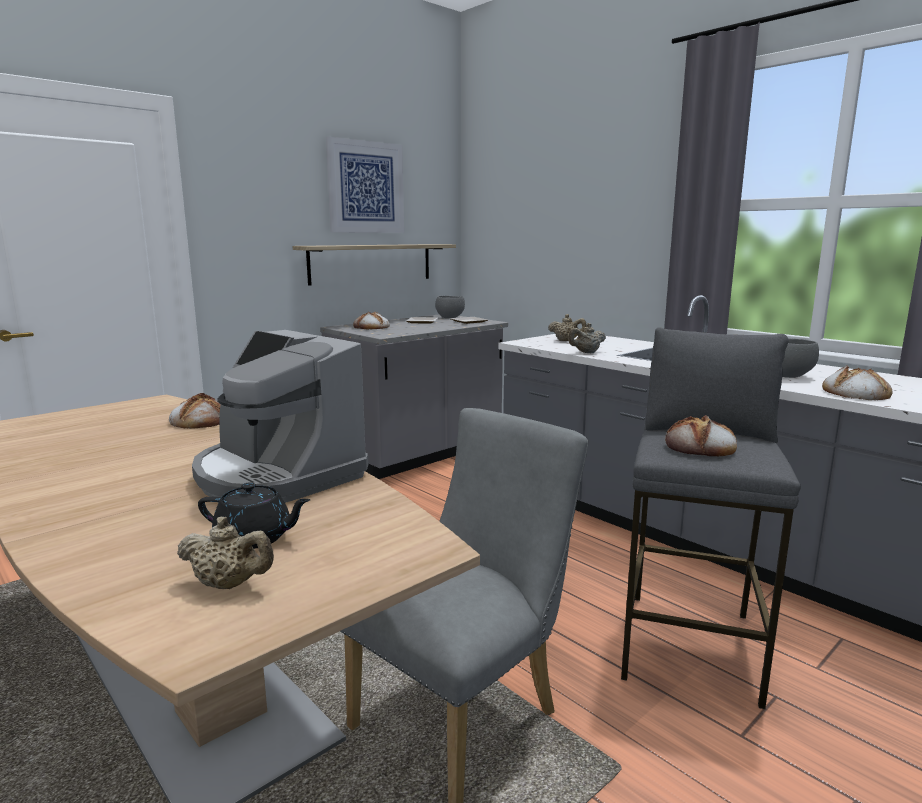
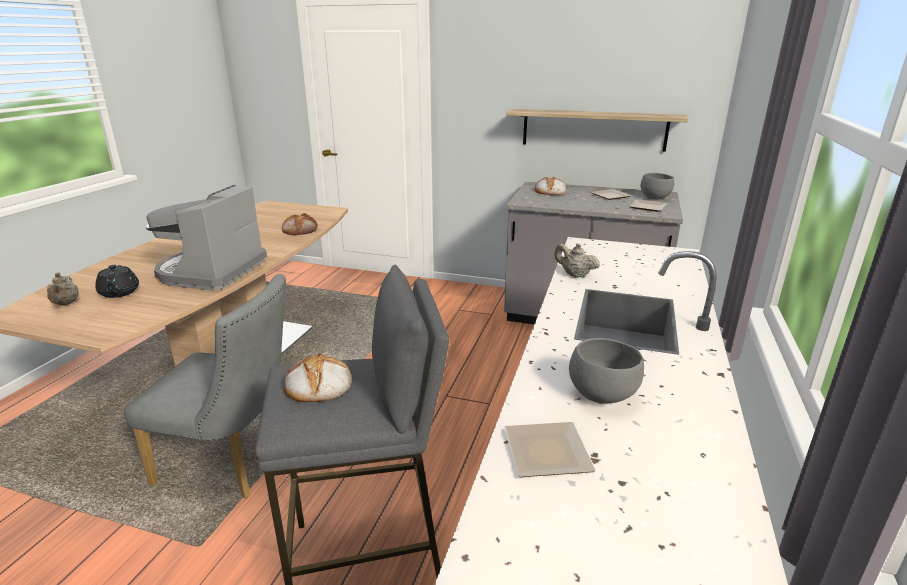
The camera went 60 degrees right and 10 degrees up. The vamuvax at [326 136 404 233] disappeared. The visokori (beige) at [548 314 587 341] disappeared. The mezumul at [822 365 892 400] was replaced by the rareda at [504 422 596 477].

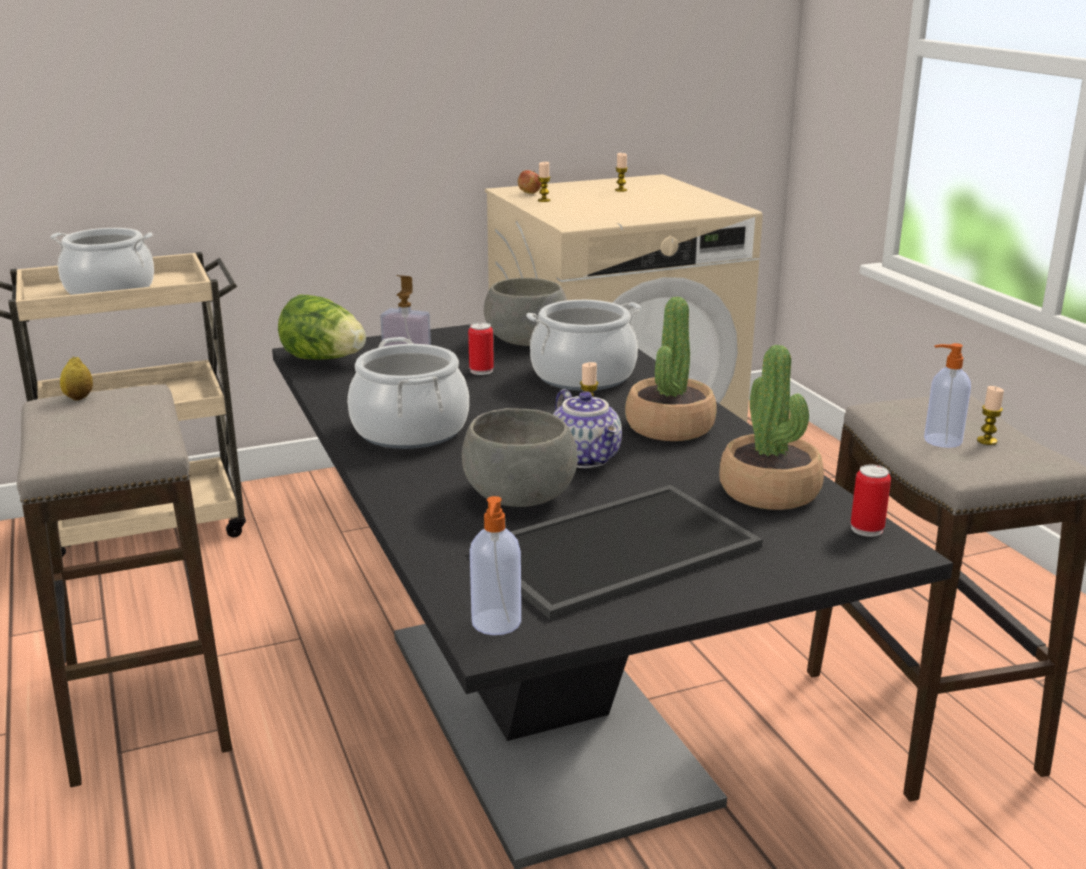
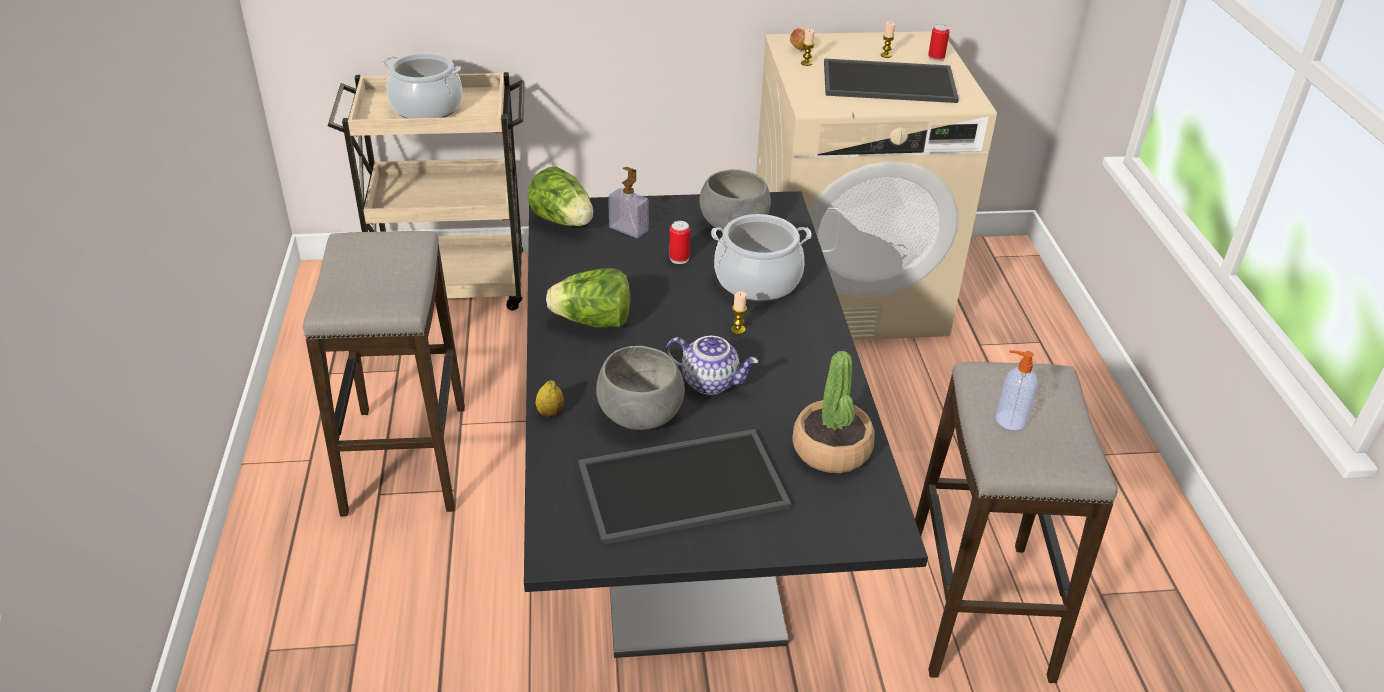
The camera went 15 degrees right and 15 degrees up. The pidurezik at [625 297 717 441] disappeared. The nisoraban at [348 337 469 449] was replaced by the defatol at [546 268 631 328]. The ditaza moved from [60 357 93 400] to [536 380 564 417]. The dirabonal at [977 386 1004 445] disappeared. The visokori at [553 389 622 468] turned 60 degrees counterclockwise. The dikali moved from [851 465 891 537] to [928 24 950 62]. The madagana at [470 496 521 635] disappeared. The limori at [824 58 959 103] appeared.

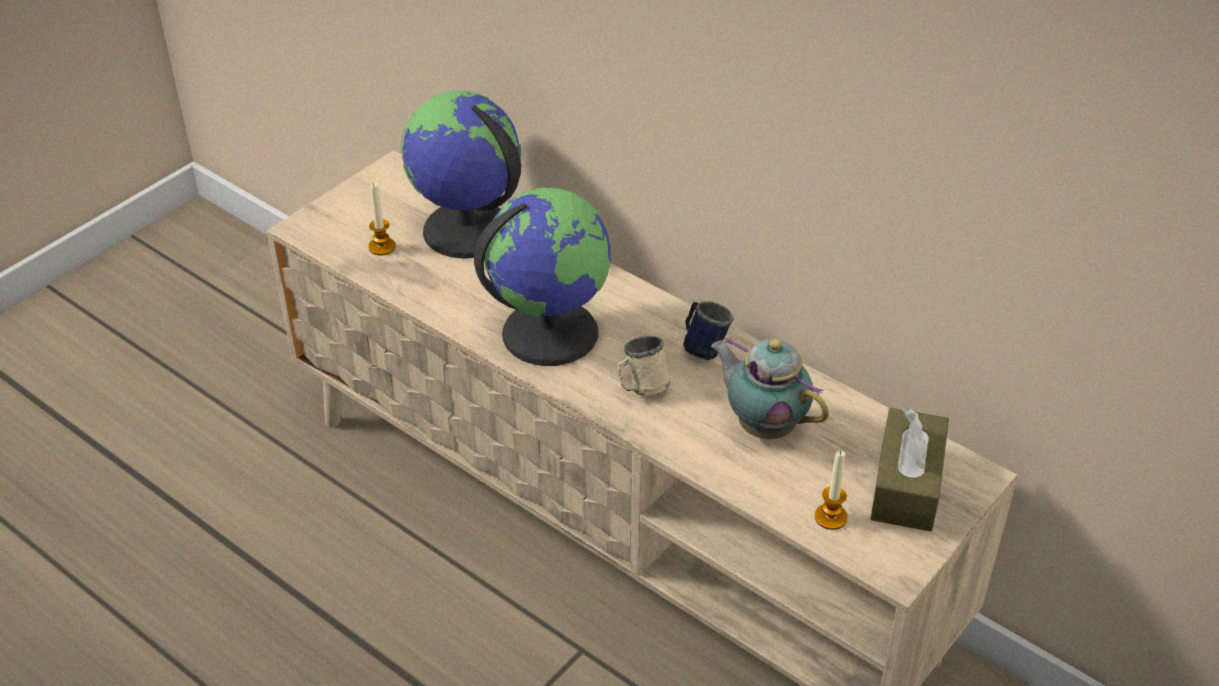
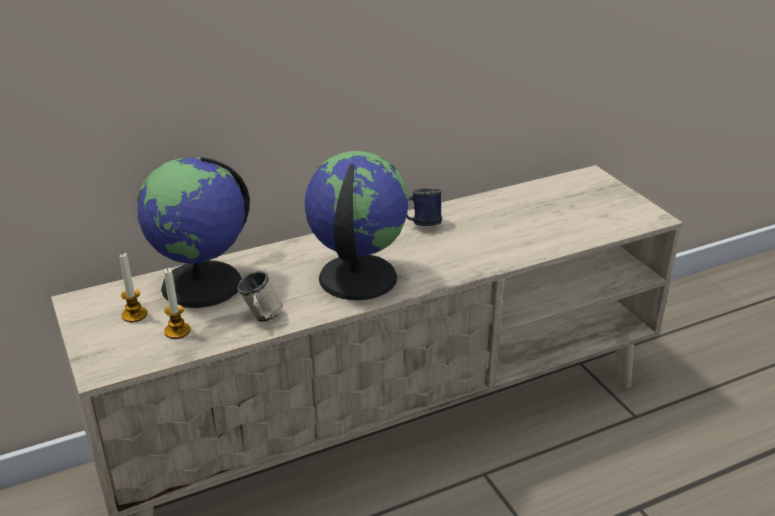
The camera went 65 degrees left and 10 degrees down. The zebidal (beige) moved from [617 336 670 396] to [237 271 283 322]. The visokori at [711 337 829 439] disappeared. The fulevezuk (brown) at [870 408 949 531] disappeared. The dirabonal moved from [815 451 848 530] to [120 253 147 322].

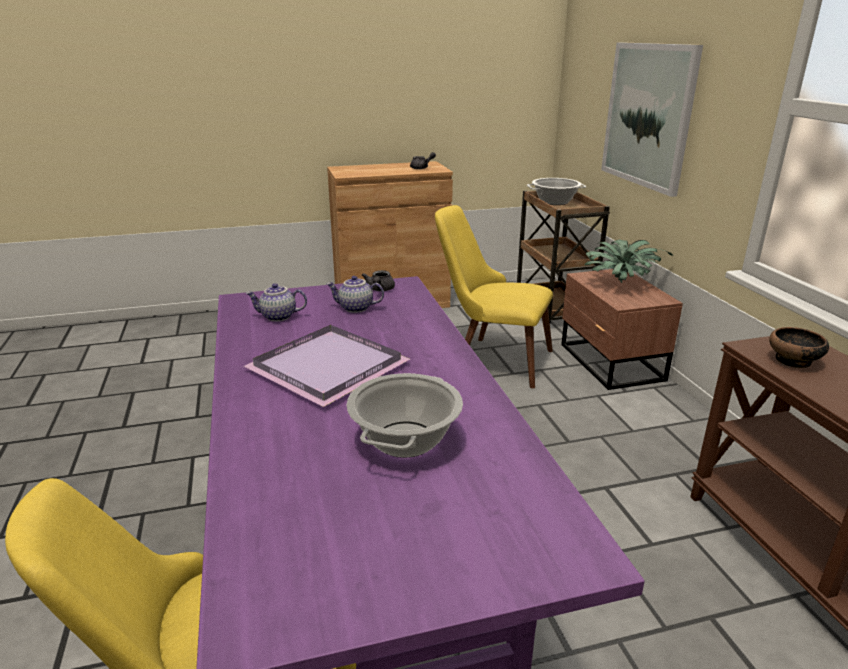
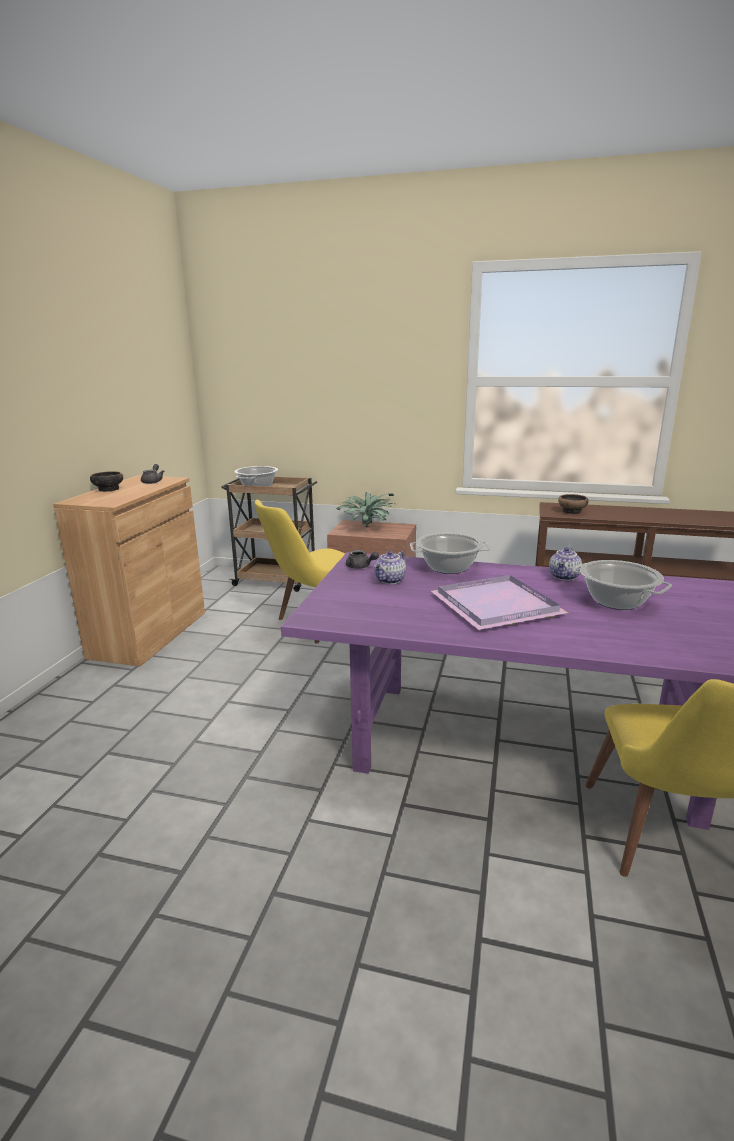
The camera went 60 degrees left and 5 degrees down. The vamuvax at [601 43 703 197] disappeared. The visokori moved from [246 283 307 322] to [549 547 582 581]. The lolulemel at [90 471 123 492] appeared. The nisoraban at [410 533 490 574] appeared.

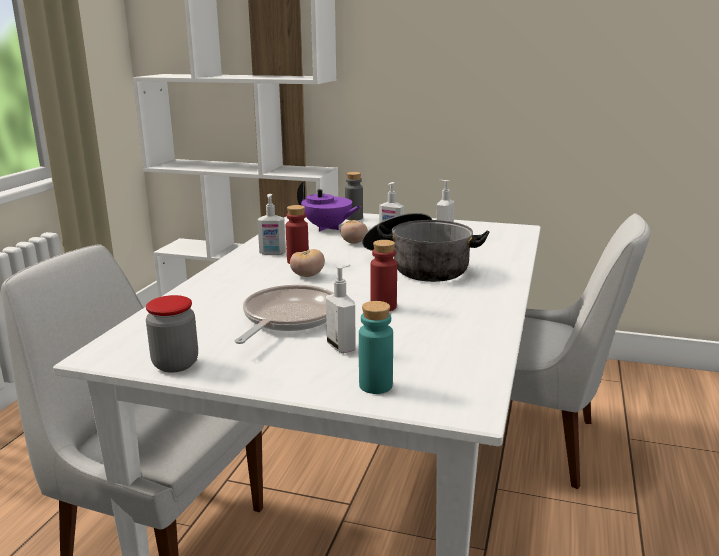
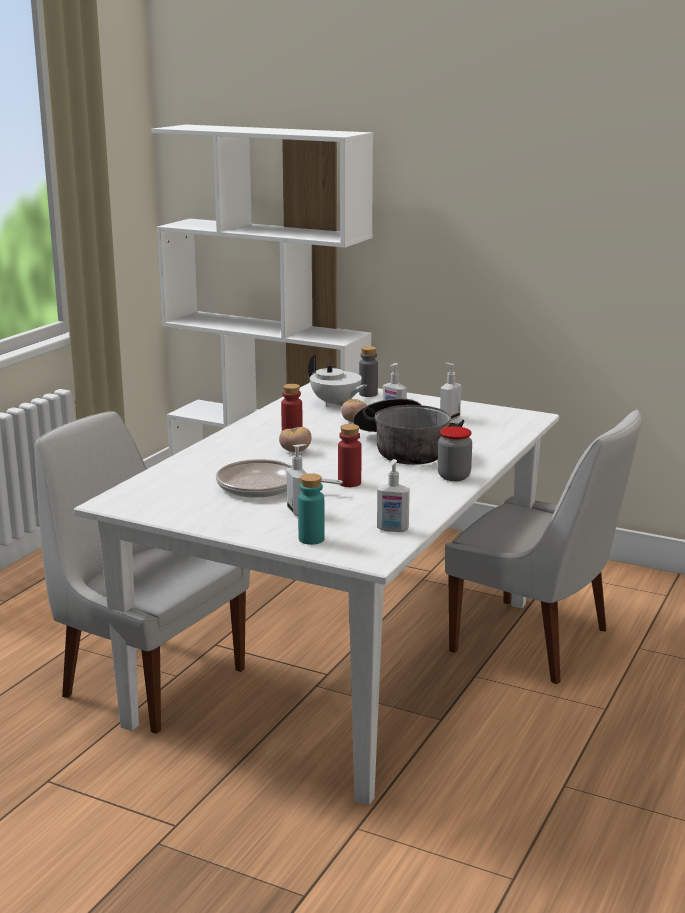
The camera went 10 degrees right and 0 degrees up. The visokori (purple) at [297 181 361 231] became the visokori (white) at [308 355 367 407]. The madagana moved from [257 194 286 255] to [377 459 410 532]. The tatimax at [234 285 334 344] turned 105 degrees counterclockwise. The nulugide moved from [146 295 198 373] to [437 426 472 481].

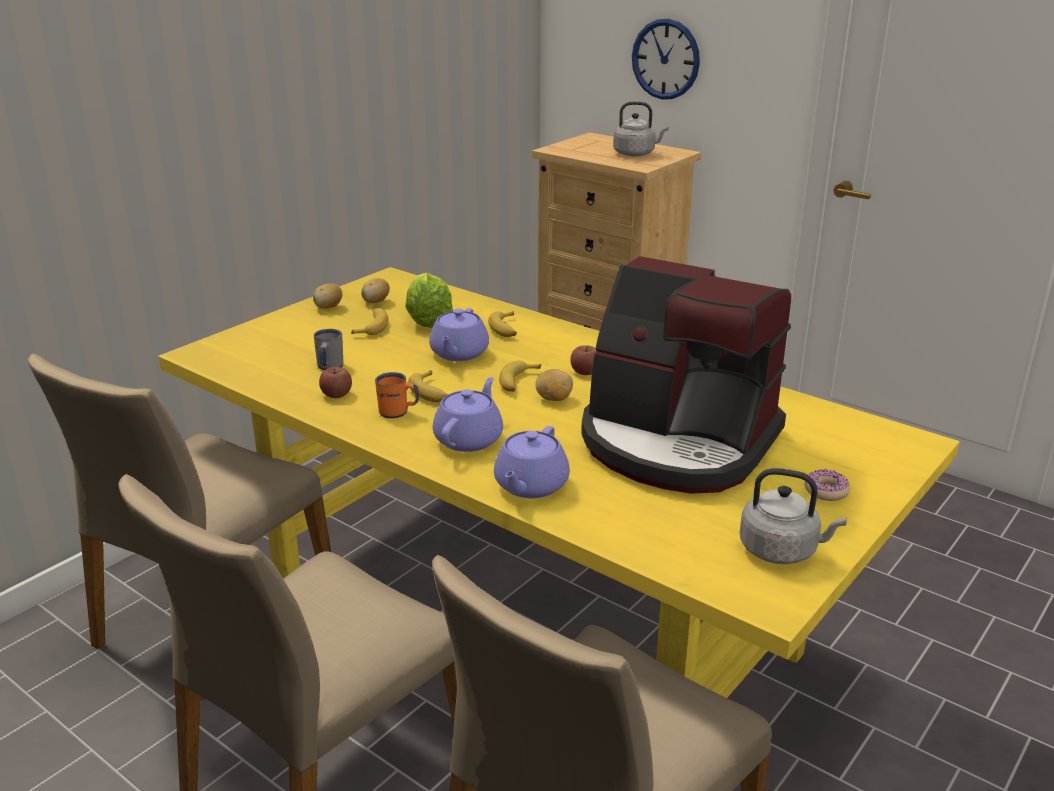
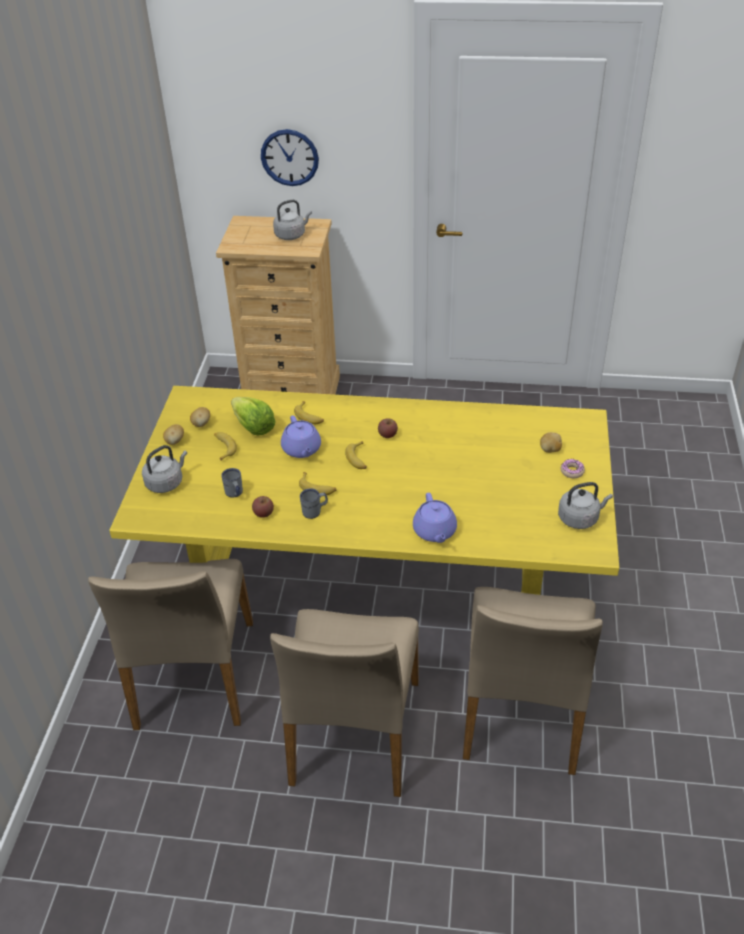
The camera went 30 degrees left and 15 degrees up. The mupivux at [581 256 791 494] disappeared. The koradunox moved from [535 369 573 401] to [540 432 562 453]. The zebidal (orange) at [375 372 419 418] became the zebidal (grey) at [300 488 328 519]. The visokori (purple) at [433 377 503 452] disappeared. The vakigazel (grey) at [142 445 187 493] appeared.

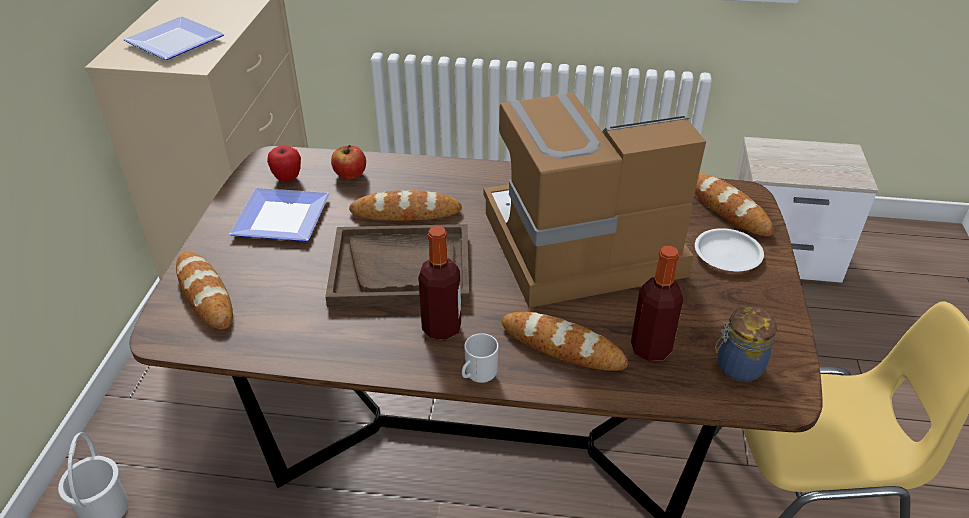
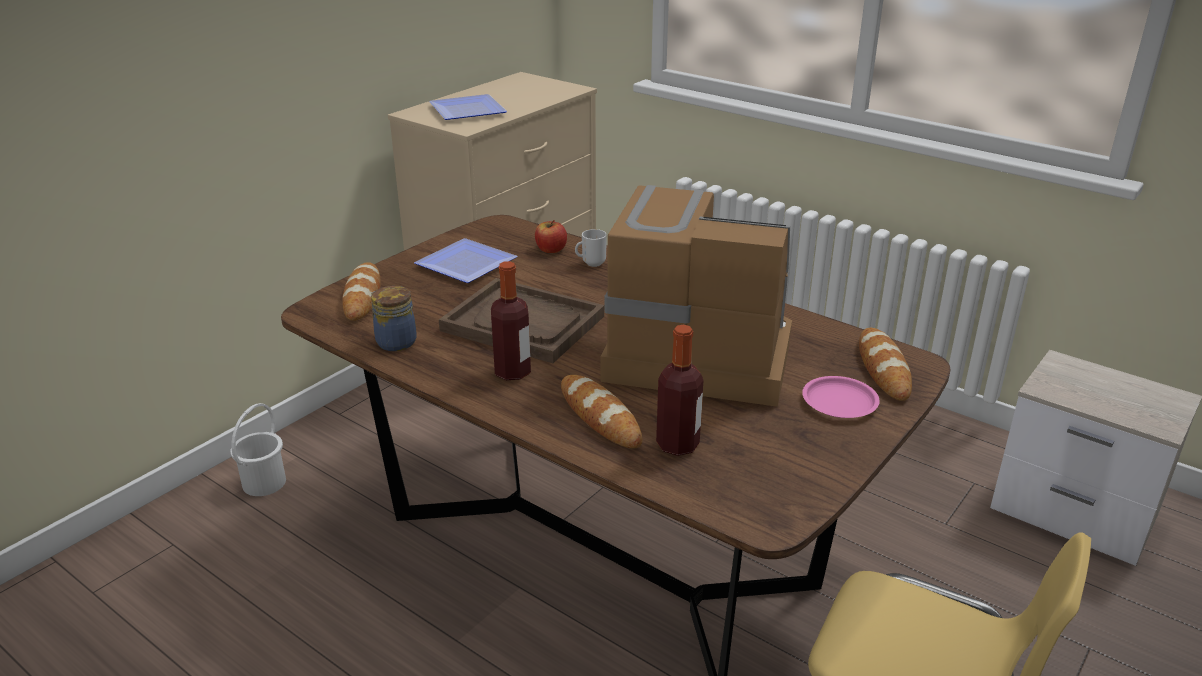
The camera went 30 degrees right and 10 degrees down. The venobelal at [267 146 301 182] disappeared. The mezumul at [349 190 462 221] disappeared. The rareda (white) at [695 228 764 271] became the rareda (pink) at [802 376 880 418]. The nulugide moved from [715 307 777 382] to [371 286 417 351]. The zebidal moved from [462 333 499 383] to [575 229 607 267].

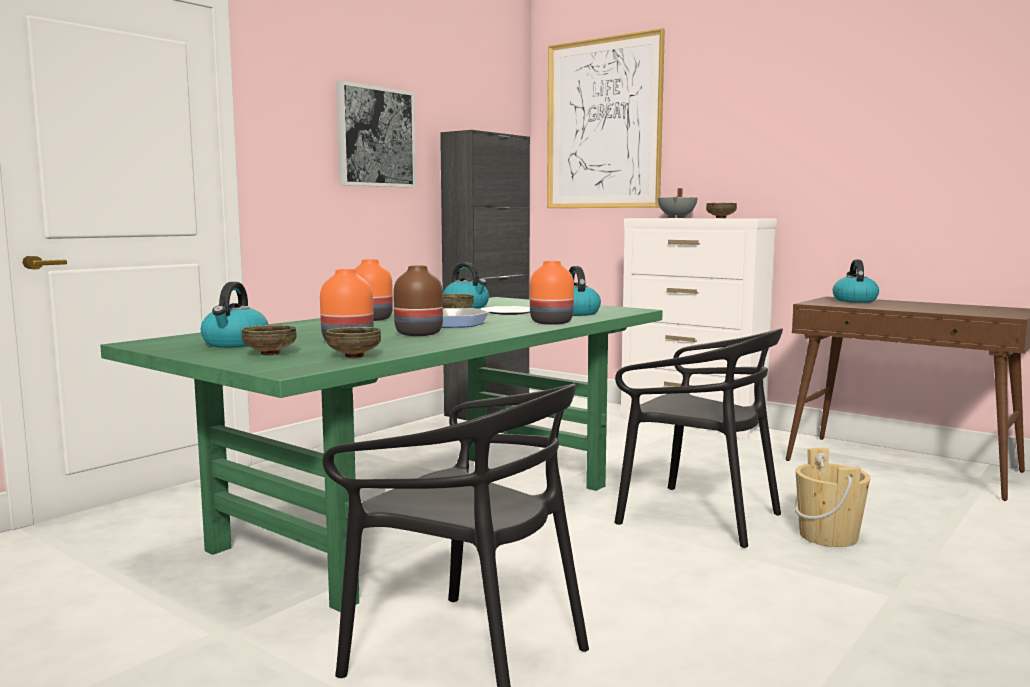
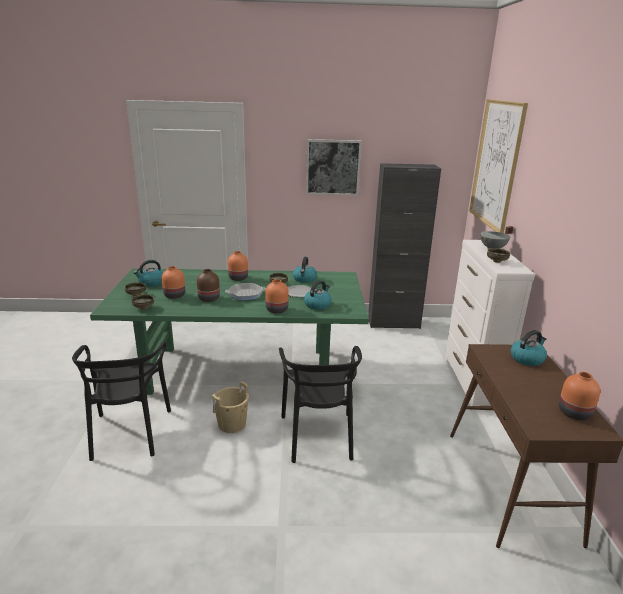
The camera went 50 degrees right and 15 degrees up. The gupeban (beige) moved from [794 448 870 547] to [212 381 249 433]. The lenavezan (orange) at [559 372 600 420] appeared.

